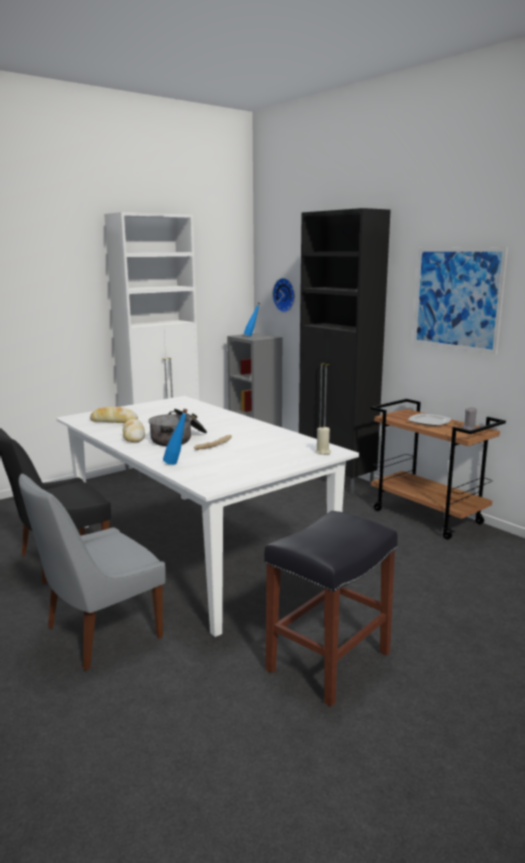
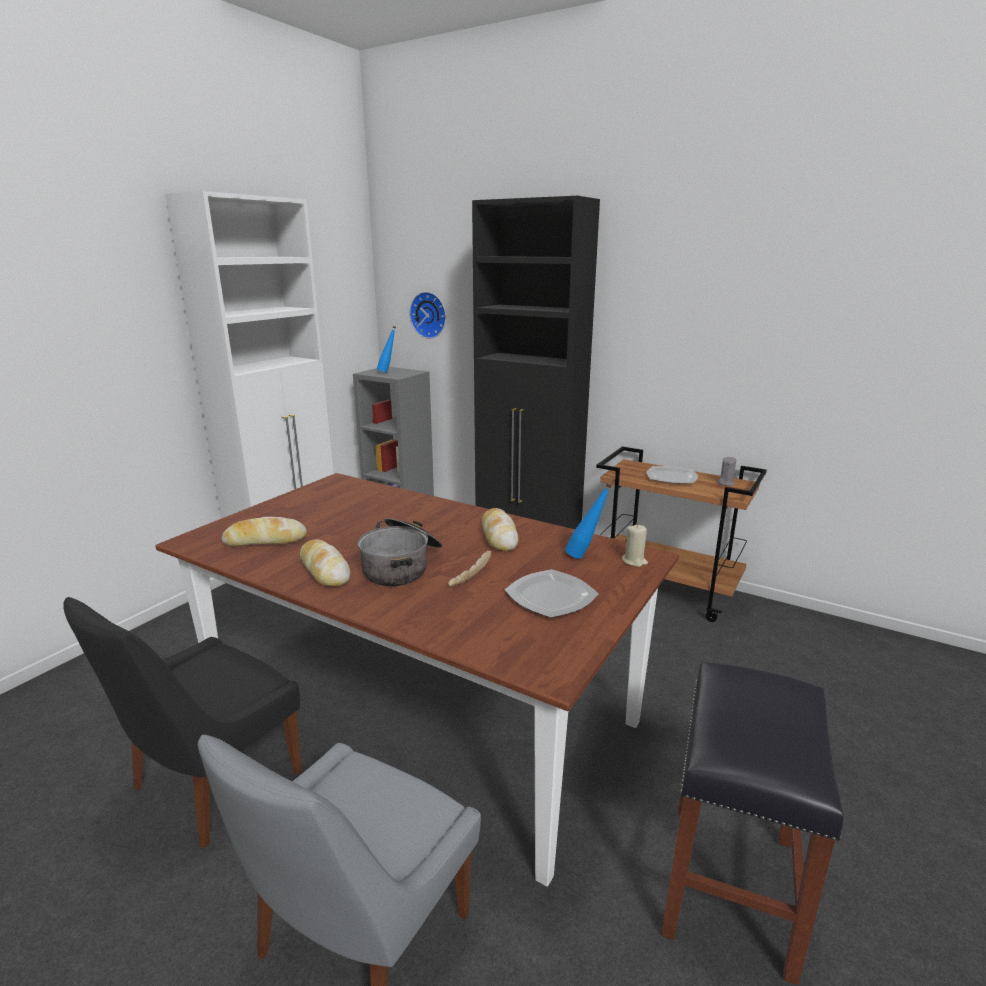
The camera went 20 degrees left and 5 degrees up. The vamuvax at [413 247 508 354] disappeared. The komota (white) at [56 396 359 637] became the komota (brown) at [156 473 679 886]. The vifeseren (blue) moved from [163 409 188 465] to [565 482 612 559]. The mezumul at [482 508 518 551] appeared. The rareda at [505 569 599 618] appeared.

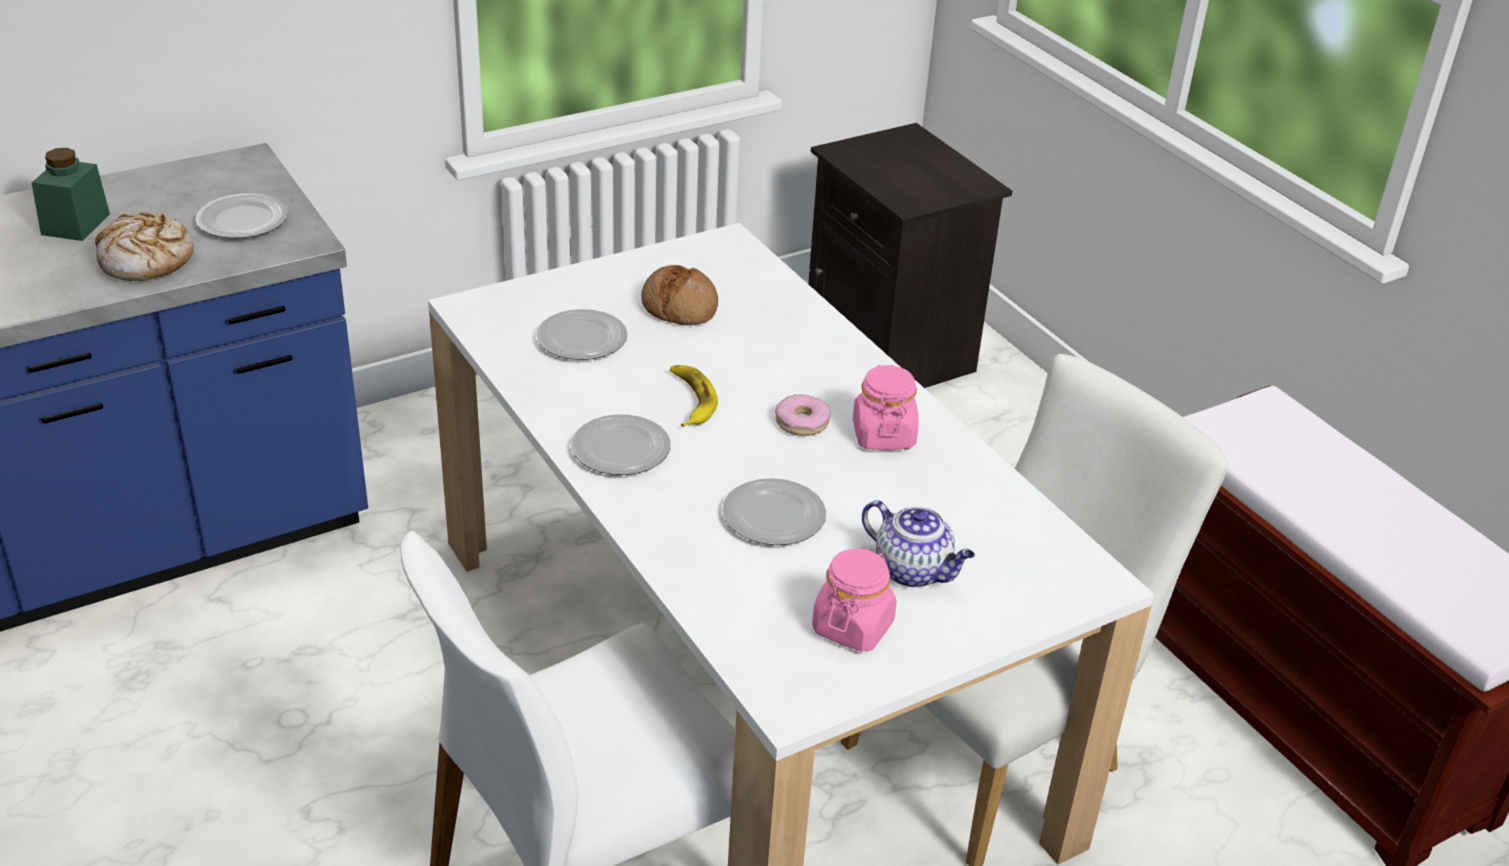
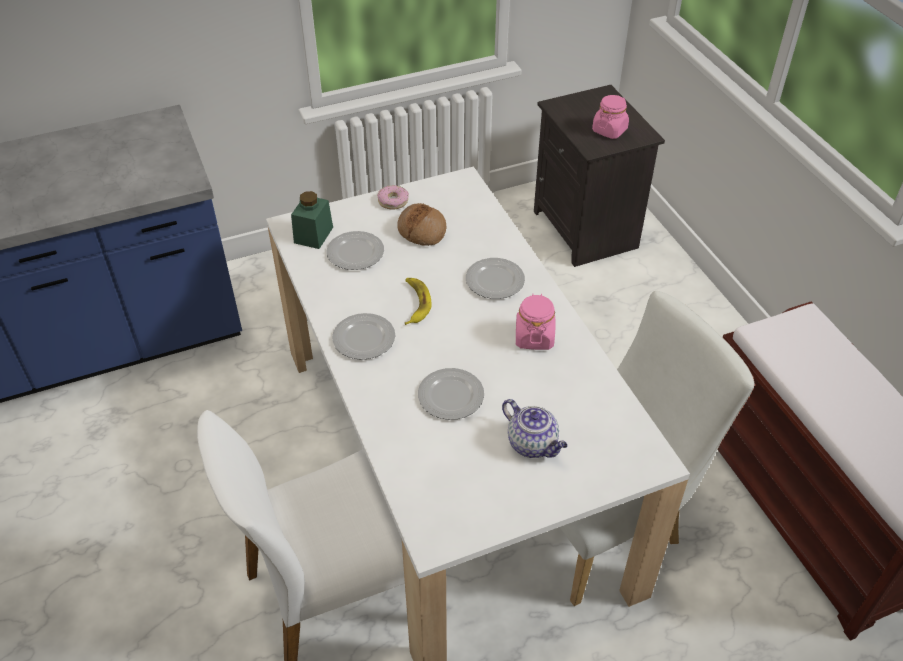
The camera went 10 degrees right and 10 degrees up. The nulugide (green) moved from [31 148 110 241] to [291 191 333 249]. The rareda moved from [195 193 288 239] to [466 258 525 299]. The mezumul at [95 212 194 281] disappeared. The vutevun moved from [775 394 831 436] to [377 185 409 210]. The nulugide (pink) moved from [812 548 897 652] to [592 95 629 139].

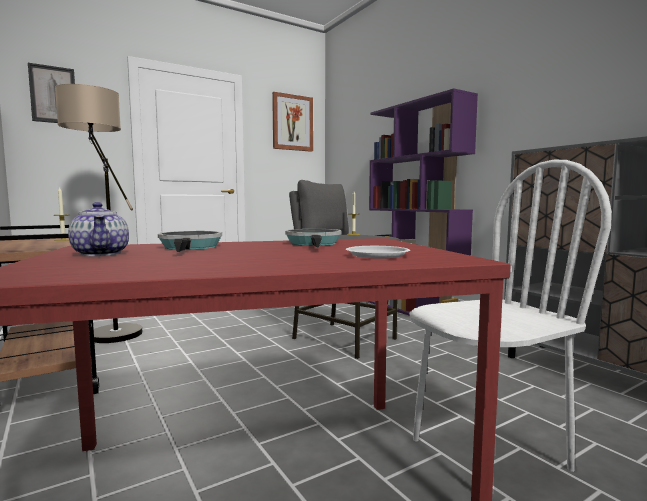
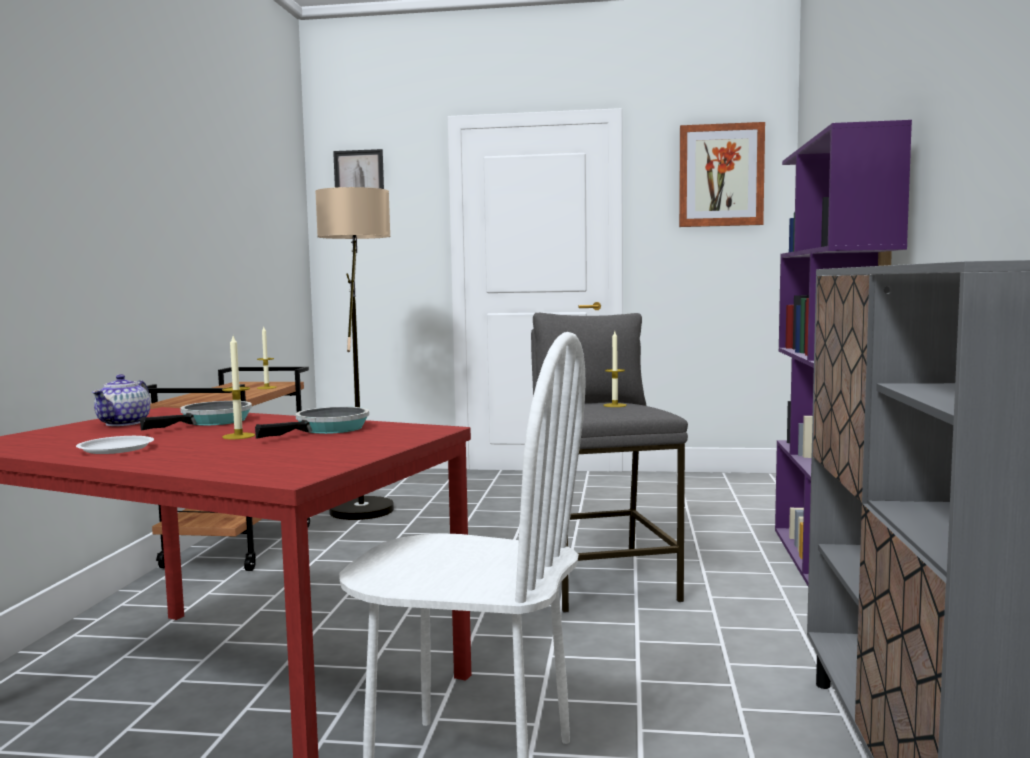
The camera went 40 degrees right and 0 degrees up. The rareda (white) moved from [346 246 410 258] to [76 436 154 454]. The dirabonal at [222 336 255 439] appeared.

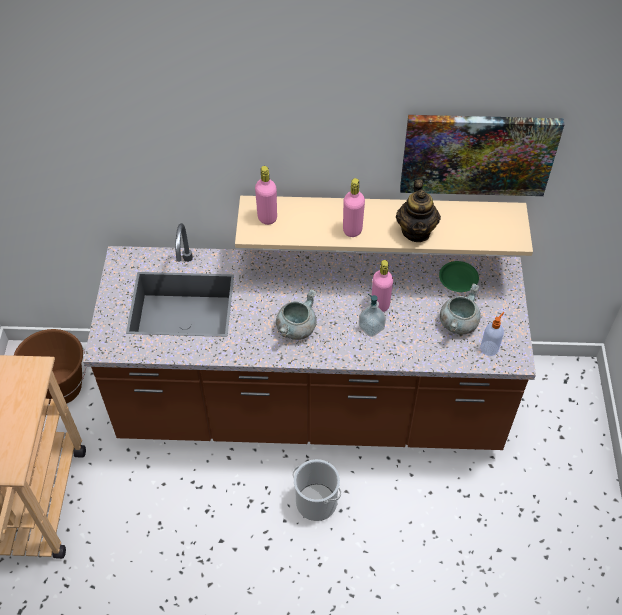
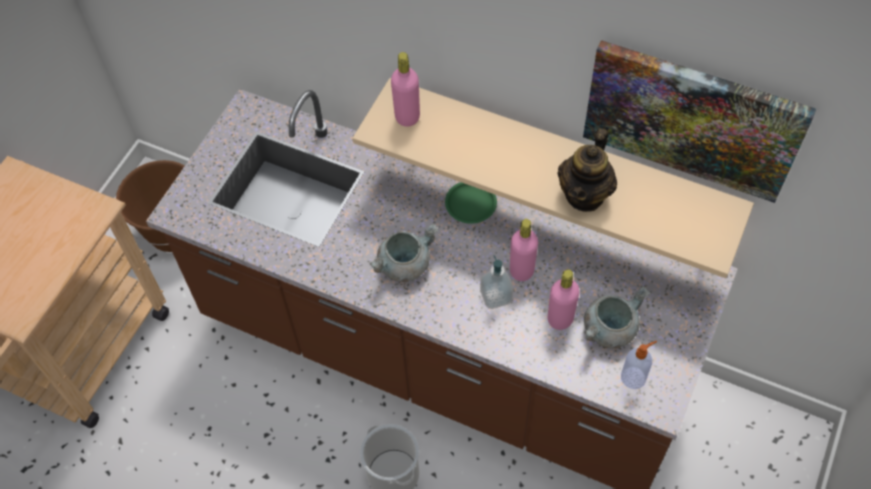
The camera went 25 degrees right and 5 degrees up. The vifeseren (pink) moved from [343 178 365 237] to [548 269 580 330]. The rareda (green) moved from [439 261 479 292] to [445 182 497 224].

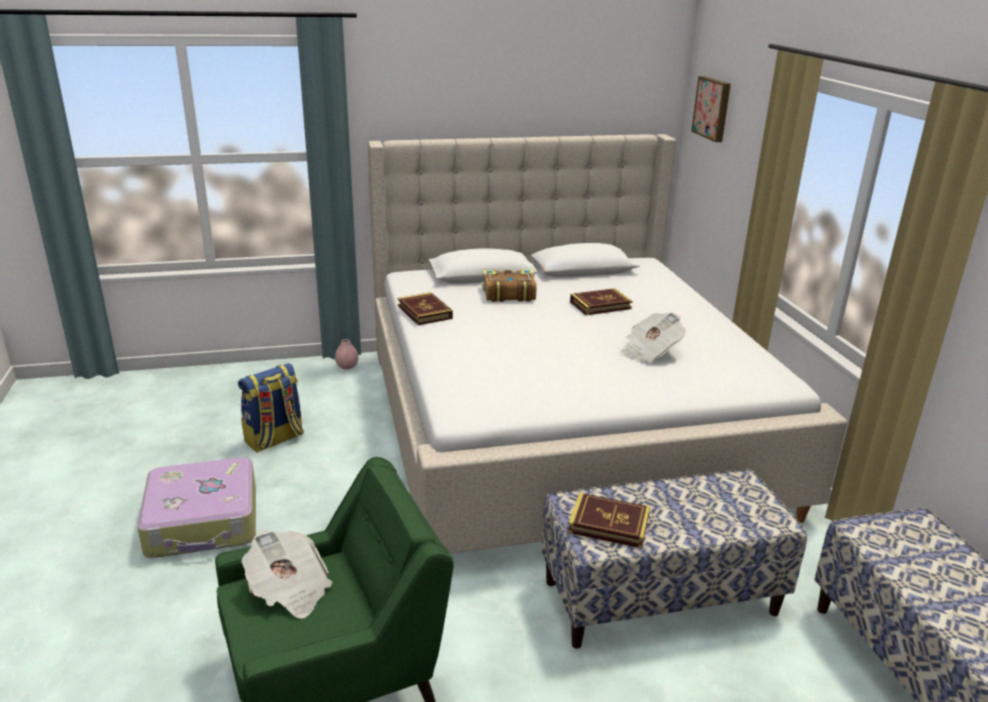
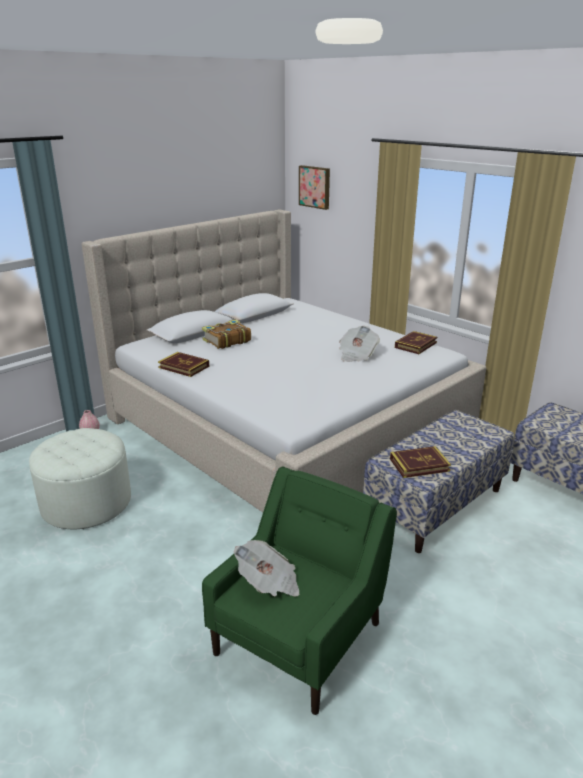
The camera went 30 degrees left and 0 degrees up. The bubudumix moved from [570 288 632 315] to [395 331 437 354]. The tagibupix at [238 363 304 453] was replaced by the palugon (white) at [29 428 131 529]. The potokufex at [137 457 256 558] disappeared.

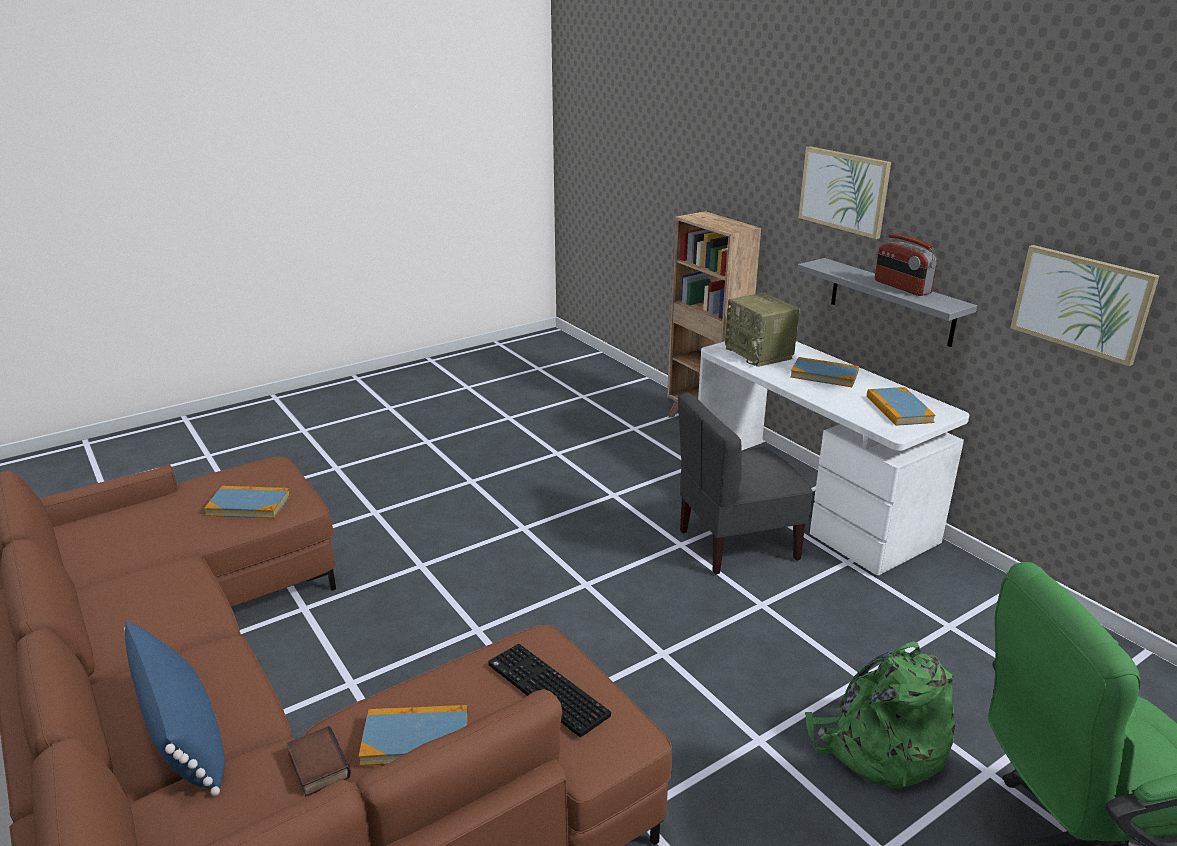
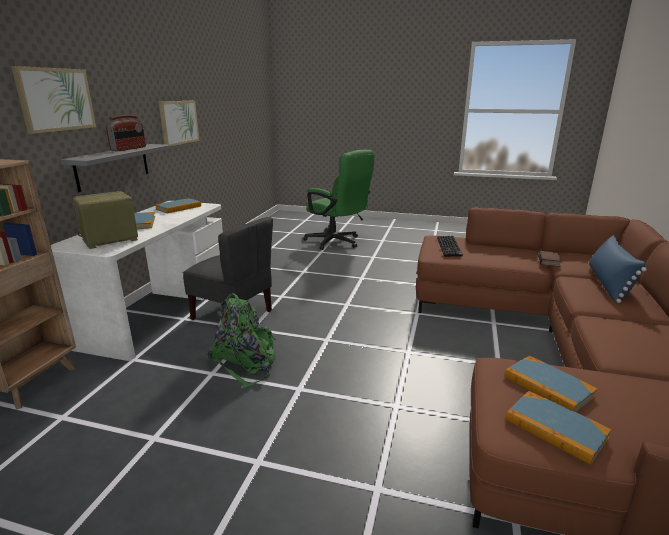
The camera went 130 degrees left and 5 degrees down. The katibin at [725 292 800 367] turned 150 degrees counterclockwise. The tagibupix (green) moved from [805 641 955 788] to [207 294 276 389]. The bubudumix moved from [358 705 468 766] to [506 391 612 465].

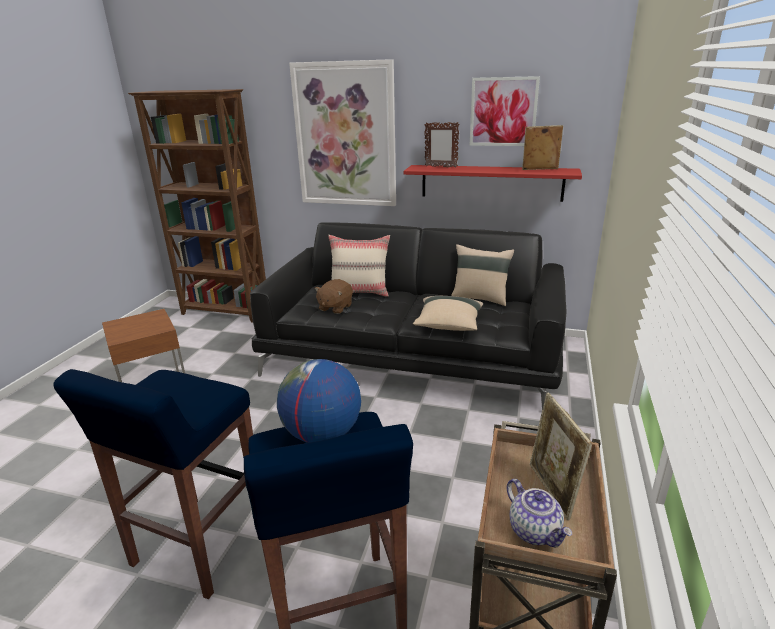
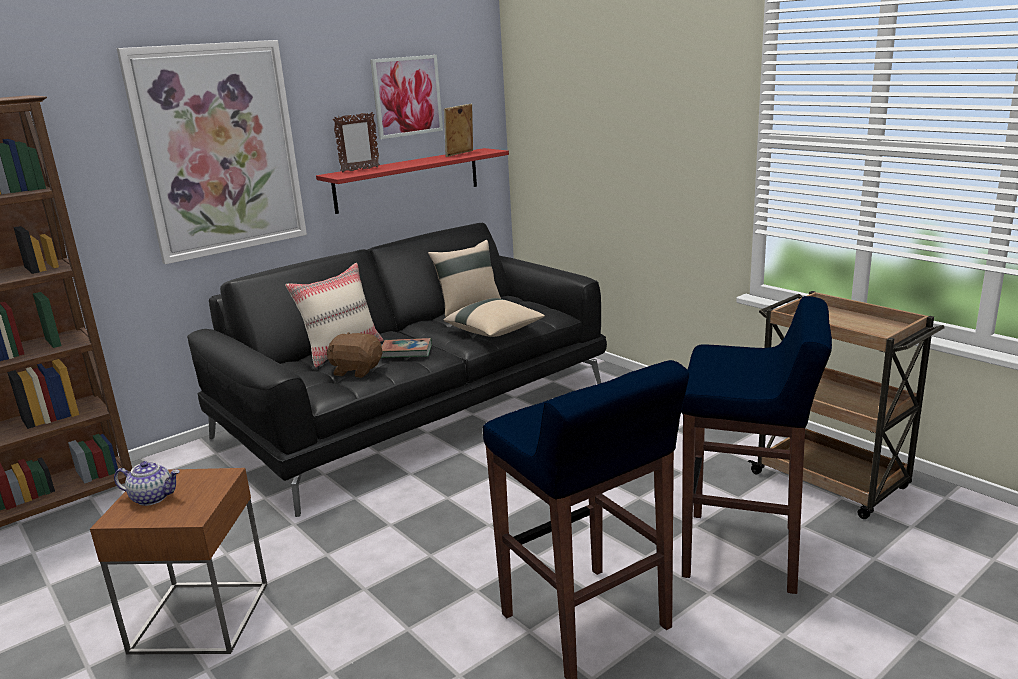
The camera went 55 degrees left and 5 degrees down. The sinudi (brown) at [314 279 353 314] turned 135 degrees clockwise. The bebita at [277 359 361 443] disappeared. The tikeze at [530 392 592 520] disappeared. The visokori moved from [507 479 572 548] to [114 461 180 506]. The bubudumix at [381 338 432 358] appeared.

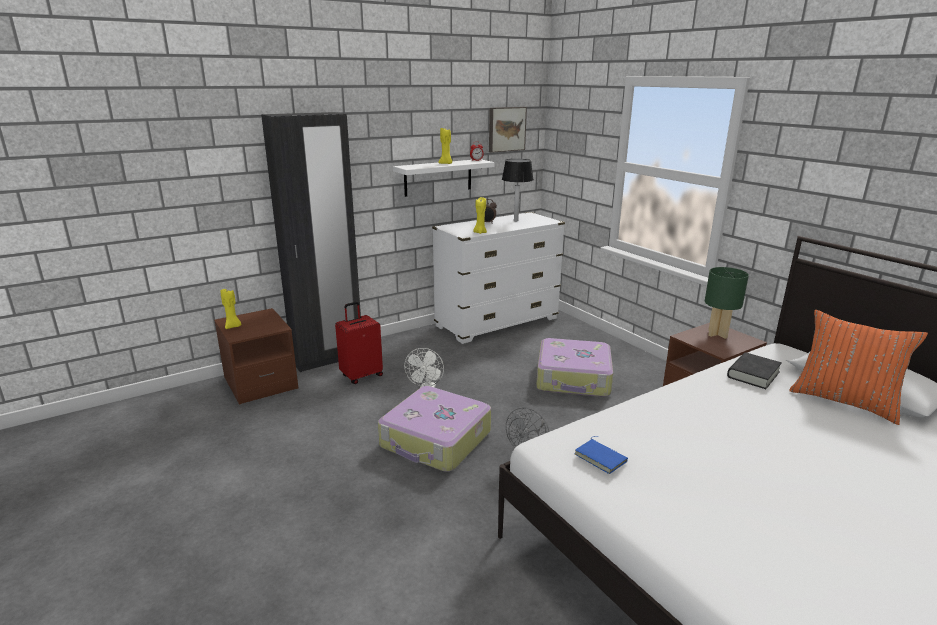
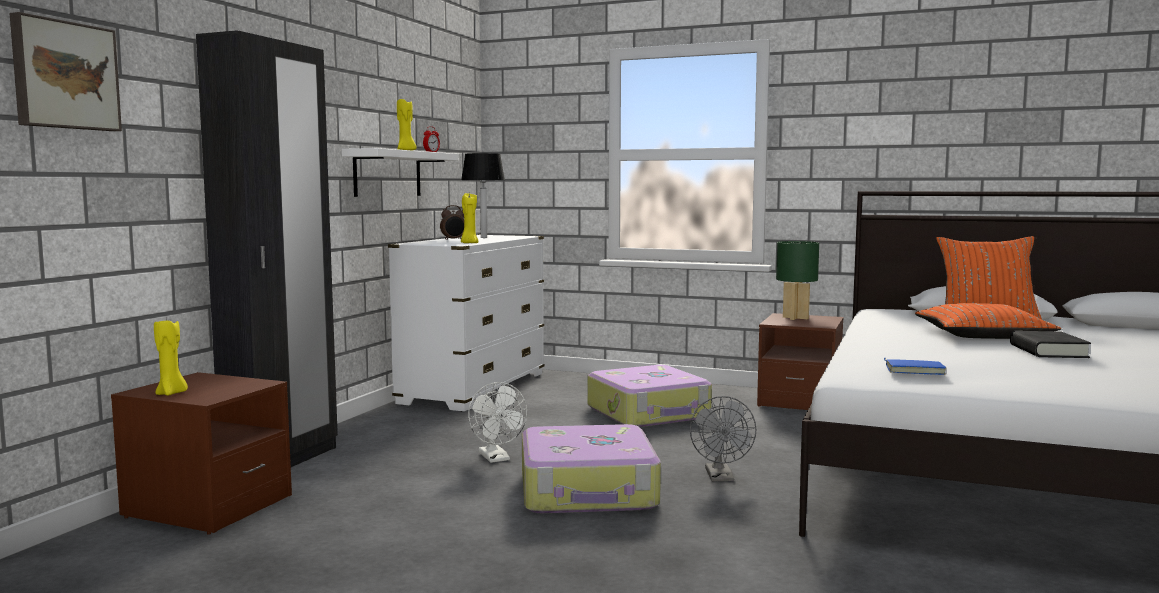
The camera went 35 degrees left and 15 degrees down. The vamuvax moved from [489 107 527 153] to [10 12 122 131]. The potokufex (red) at [335 302 383 384] disappeared. The bubudumix (black) moved from [727 353 782 389] to [1010 331 1091 358]. The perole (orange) at [915 303 1061 339] appeared.

